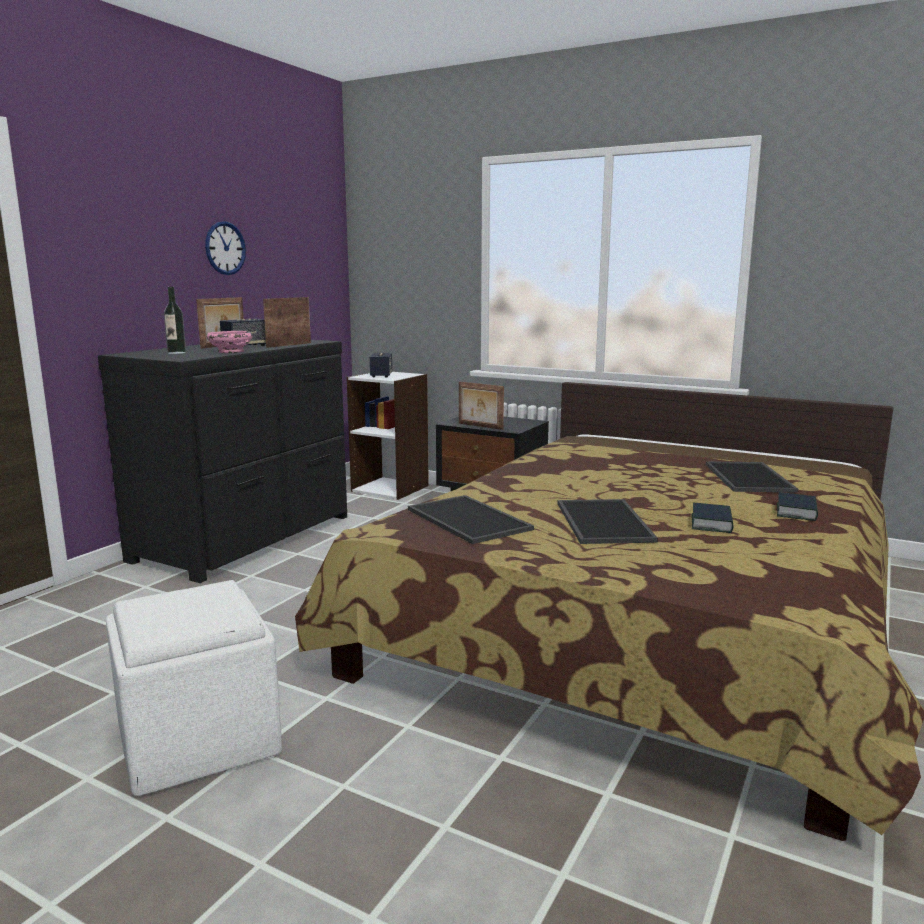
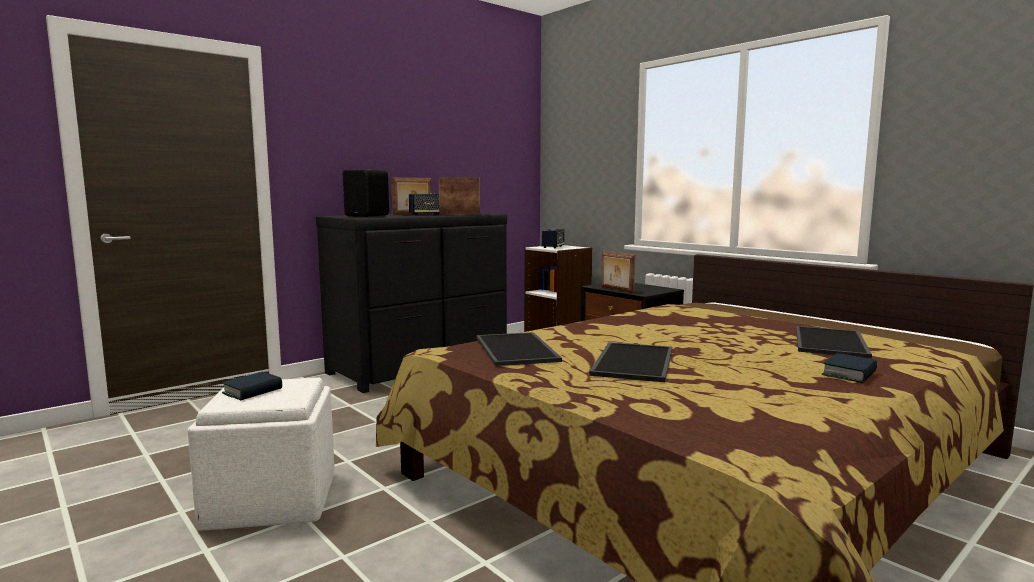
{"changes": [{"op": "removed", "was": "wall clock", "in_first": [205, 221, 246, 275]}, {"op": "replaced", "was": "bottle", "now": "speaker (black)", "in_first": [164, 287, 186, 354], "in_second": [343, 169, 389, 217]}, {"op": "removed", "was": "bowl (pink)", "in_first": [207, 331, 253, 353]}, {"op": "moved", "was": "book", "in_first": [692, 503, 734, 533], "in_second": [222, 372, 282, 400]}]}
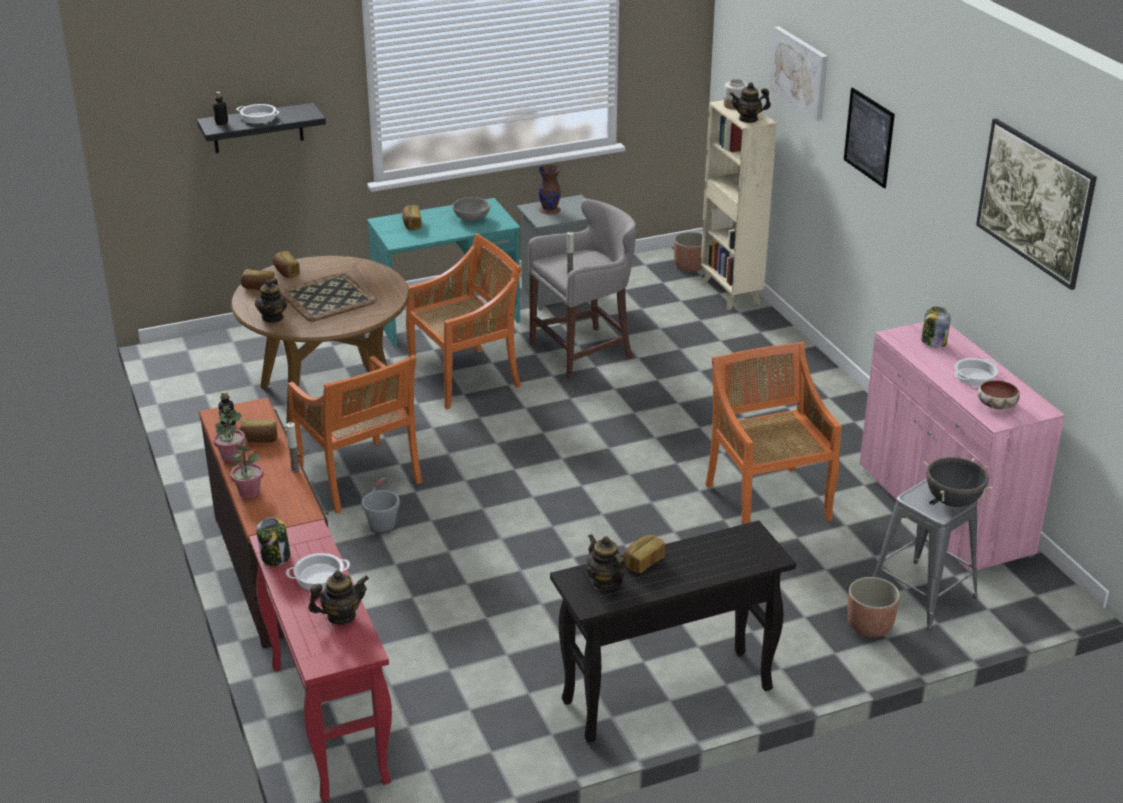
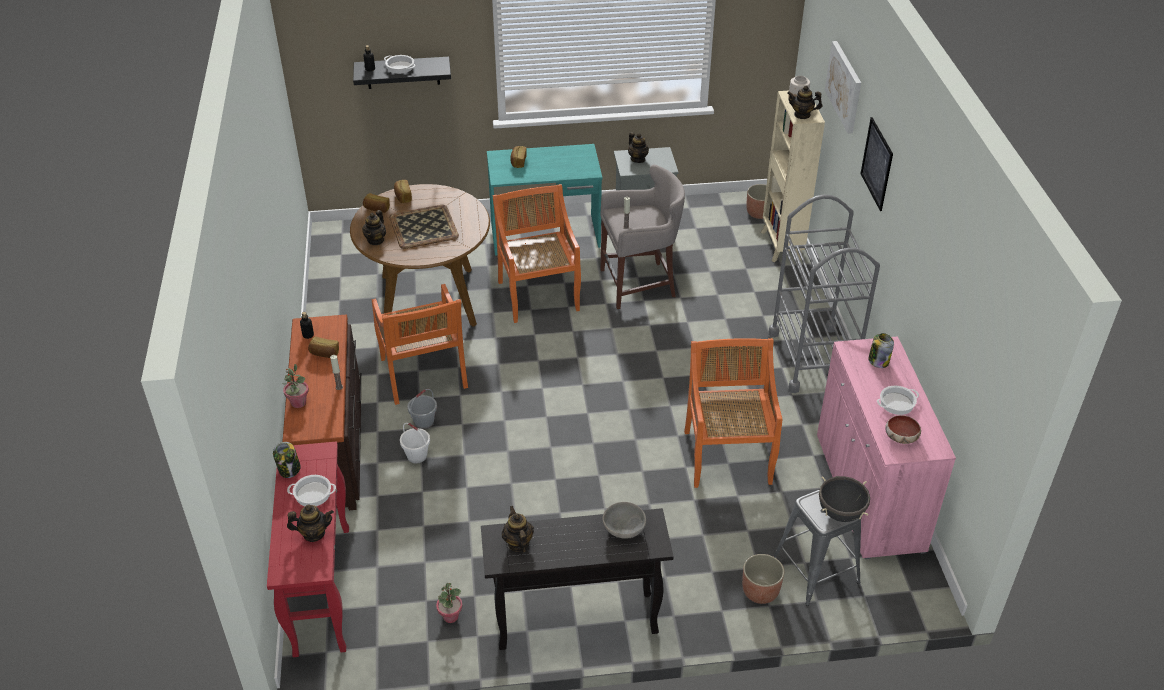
{"changes": [{"op": "removed", "was": "picture", "in_first": [976, 118, 1097, 290]}, {"op": "replaced", "was": "vase (brown)", "now": "teapot", "in_first": [539, 165, 561, 215], "in_second": [628, 132, 649, 163]}, {"op": "moved", "was": "bowl (grey)", "in_first": [452, 197, 490, 221], "in_second": [602, 502, 646, 539]}, {"op": "turned", "was": "chair (orange)", "in_first": [406, 233, 522, 410], "in_second": [493, 184, 581, 323], "clockwise": -90}, {"op": "moved", "was": "potted plant", "in_first": [213, 405, 245, 463], "in_second": [436, 582, 463, 623]}, {"op": "removed", "was": "bread", "in_first": [623, 534, 665, 573]}, {"op": "added", "now": "cart (grey)", "in_second": [768, 194, 880, 393]}, {"op": "added", "now": "bucket (white)", "in_second": [400, 423, 430, 463]}]}
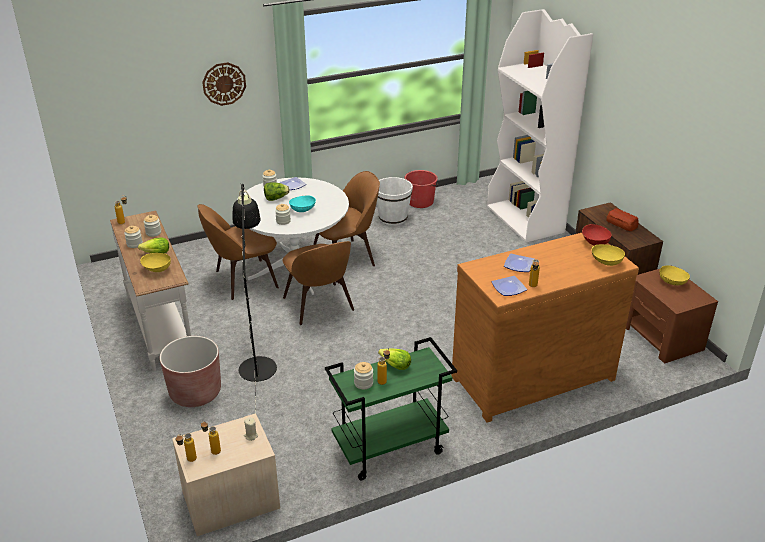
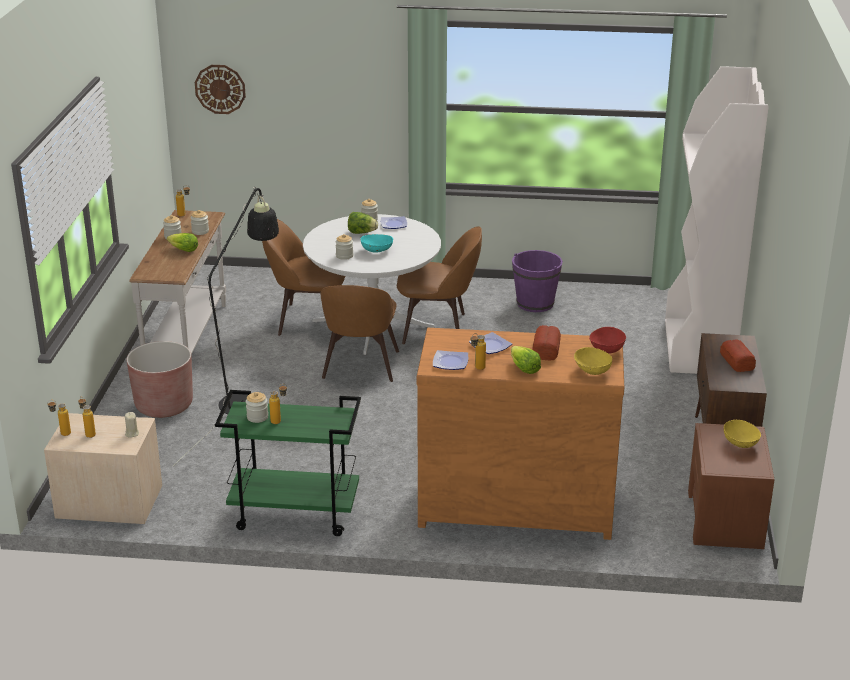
{"changes": [{"op": "moved", "was": "wall clock", "in_first": [202, 62, 246, 106], "in_second": [195, 65, 246, 114]}, {"op": "removed", "was": "bucket (red)", "in_first": [405, 170, 438, 208]}, {"op": "recoloured", "was": "bucket (white)", "now": "bucket (purple)", "in_first": [377, 177, 413, 225], "in_second": [512, 250, 563, 312]}, {"op": "removed", "was": "bowl (yellow)", "in_first": [140, 253, 171, 272]}, {"op": "moved", "was": "lettuce", "in_first": [378, 349, 411, 370], "in_second": [511, 346, 541, 374]}, {"op": "added", "now": "bread", "in_second": [532, 325, 561, 361]}]}
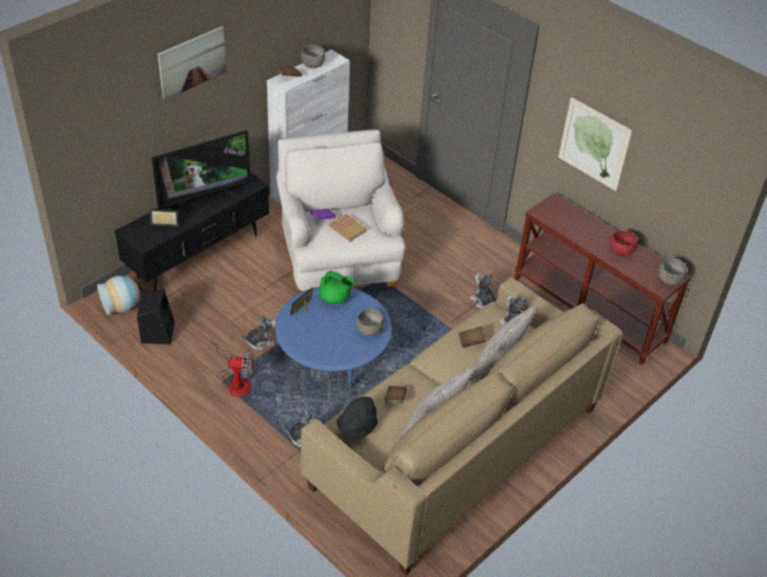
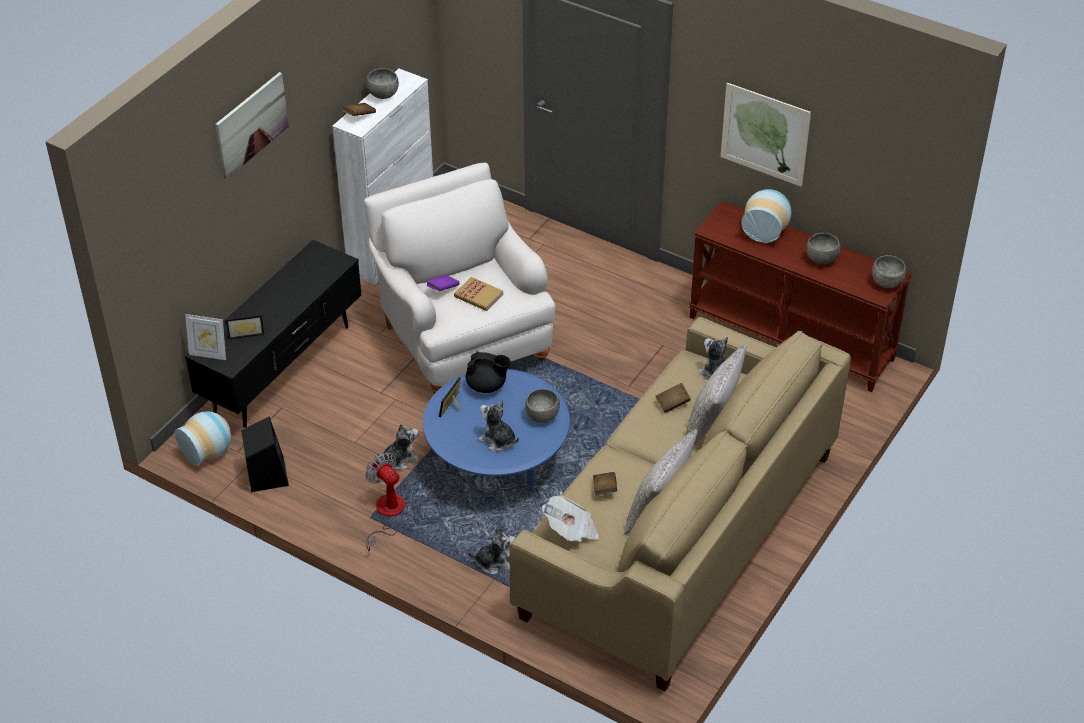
{"changes": [{"op": "removed", "was": "television", "in_first": [151, 130, 251, 216]}, {"op": "recoloured", "was": "bowl (red)", "now": "bowl (grey)", "in_first": [610, 231, 638, 256], "in_second": [806, 233, 841, 265]}, {"op": "recoloured", "was": "teapot (green)", "now": "teapot (black)", "in_first": [319, 271, 354, 304], "in_second": [466, 352, 510, 393]}, {"op": "moved", "was": "plush toy", "in_first": [470, 273, 496, 309], "in_second": [478, 400, 519, 452]}, {"op": "turned", "was": "fan", "in_first": [211, 337, 254, 397], "in_second": [365, 452, 405, 551], "clockwise": -120}, {"op": "replaced", "was": "hat (black)", "now": "newspaper", "in_first": [337, 396, 378, 438], "in_second": [542, 495, 599, 542]}, {"op": "added", "now": "vase", "in_second": [741, 189, 791, 243]}, {"op": "added", "now": "picture frame", "in_second": [185, 314, 226, 360]}]}
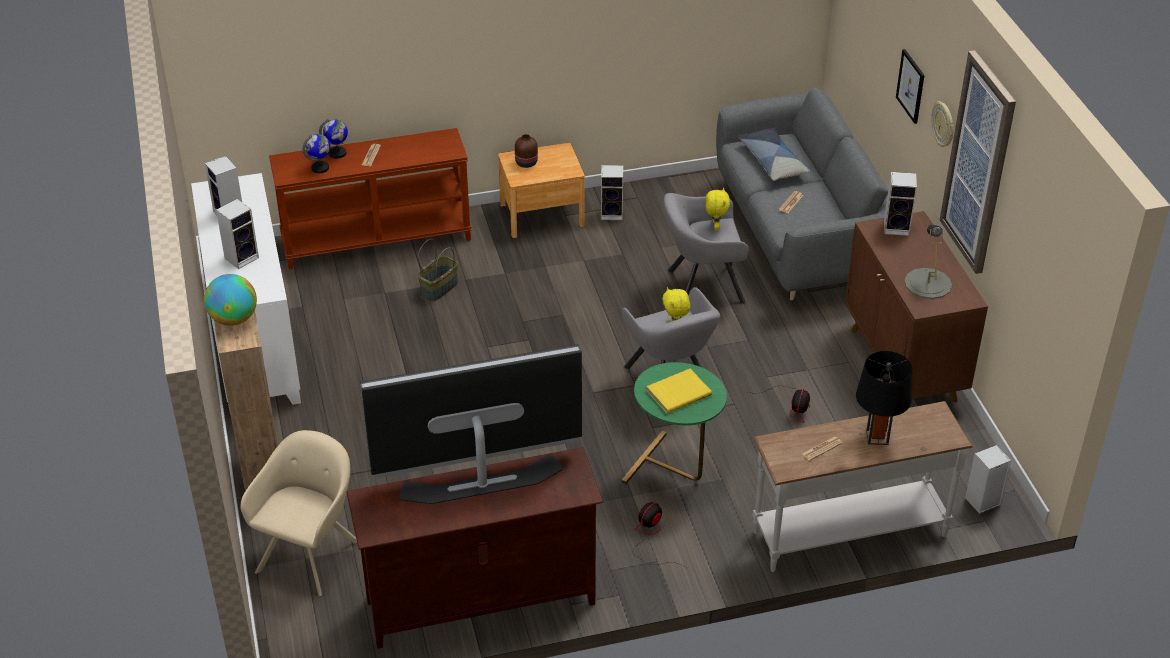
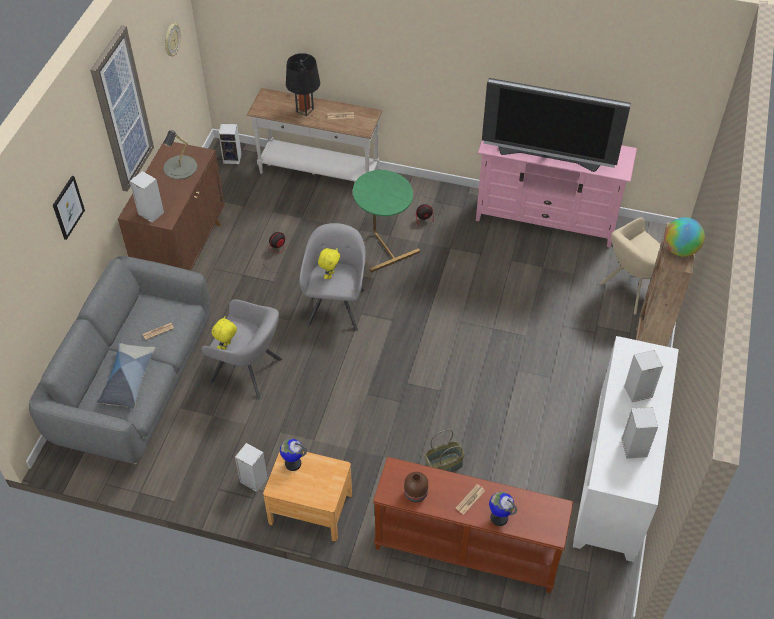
{"changes": [{"op": "moved", "was": "wall clock", "in_first": [931, 101, 954, 147], "in_second": [165, 23, 181, 57]}, {"op": "moved", "was": "globe", "in_first": [302, 134, 330, 173], "in_second": [280, 439, 307, 471]}, {"op": "moved", "was": "vase (brown)", "in_first": [515, 134, 538, 168], "in_second": [404, 472, 428, 502]}, {"op": "removed", "was": "book (yellow)", "in_first": [647, 369, 712, 414]}, {"op": "recoloured", "was": "tv stand (brown)", "now": "tv stand (pink)", "in_first": [346, 447, 603, 649], "in_second": [476, 140, 637, 247]}]}
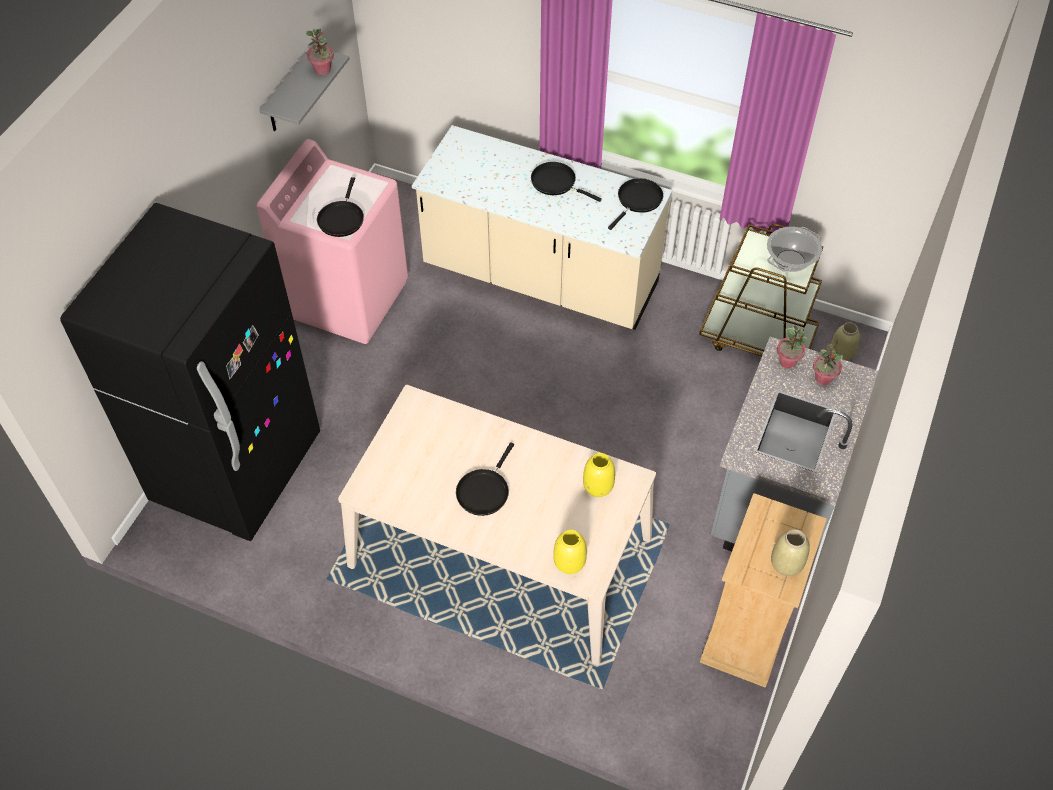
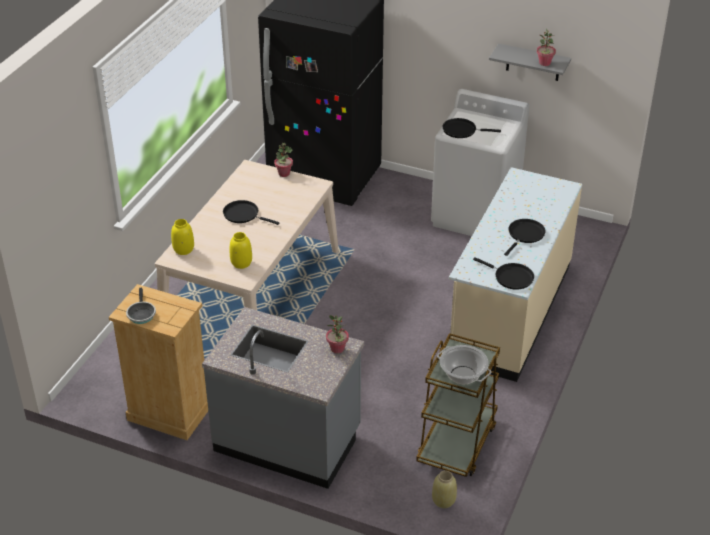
{"changes": [{"op": "recoloured", "was": "washing machine (pink)", "now": "washing machine (white)", "in_first": [257, 139, 408, 344], "in_second": [431, 89, 529, 236]}, {"op": "moved", "was": "potted plant", "in_first": [813, 340, 843, 385], "in_second": [274, 143, 293, 177]}, {"op": "replaced", "was": "vase (beige)", "now": "frying pan", "in_first": [771, 529, 810, 576], "in_second": [126, 288, 156, 324]}]}
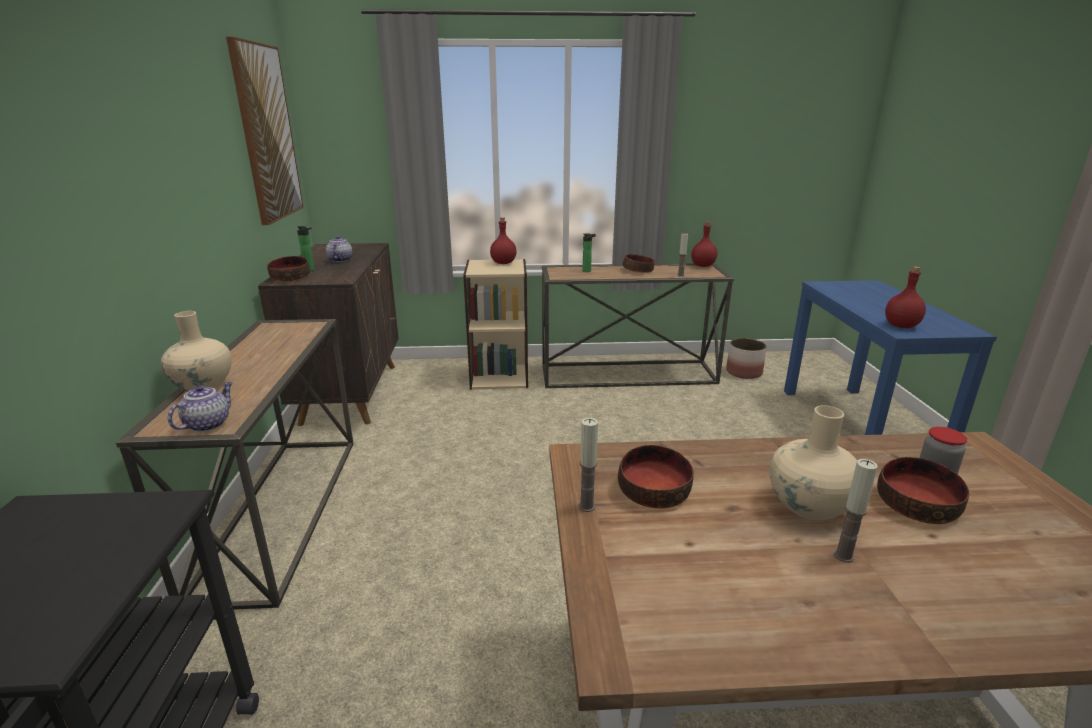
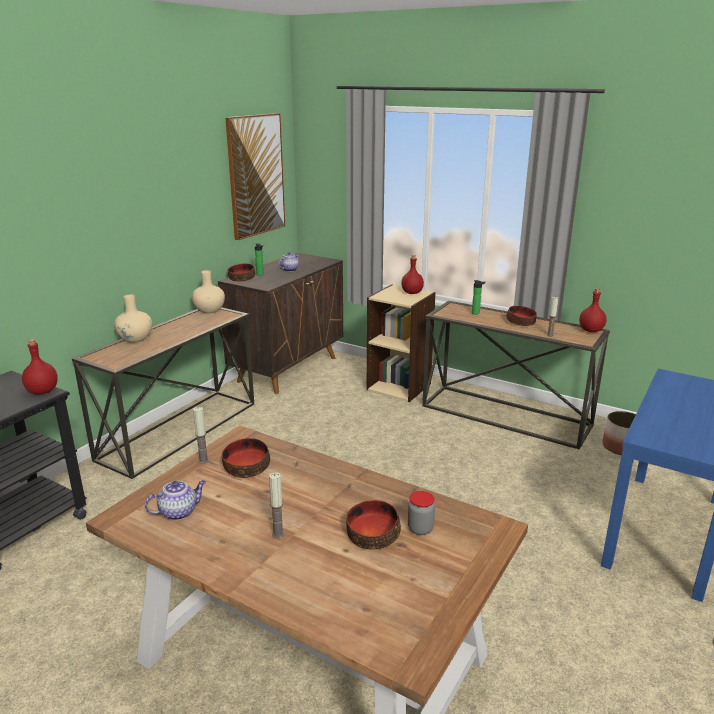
{"changes": [{"op": "moved", "was": "bottle (red)", "in_first": [885, 266, 926, 328], "in_second": [22, 339, 58, 395]}, {"op": "moved", "was": "teapot", "in_first": [168, 382, 232, 432], "in_second": [145, 480, 206, 520]}, {"op": "moved", "was": "vase (beige)", "in_first": [769, 405, 857, 520], "in_second": [192, 270, 225, 313]}]}
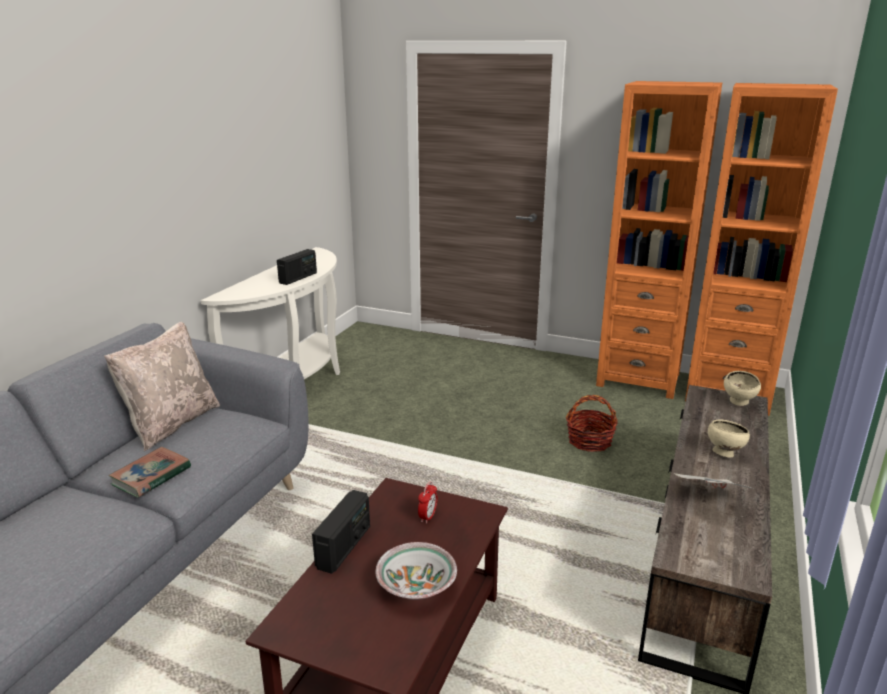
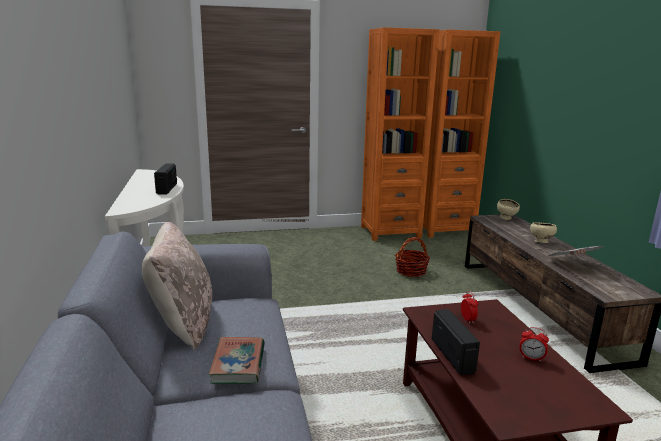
{"changes": [{"op": "replaced", "was": "bowl", "now": "alarm clock", "in_first": [375, 542, 457, 600], "in_second": [520, 327, 549, 362]}]}
